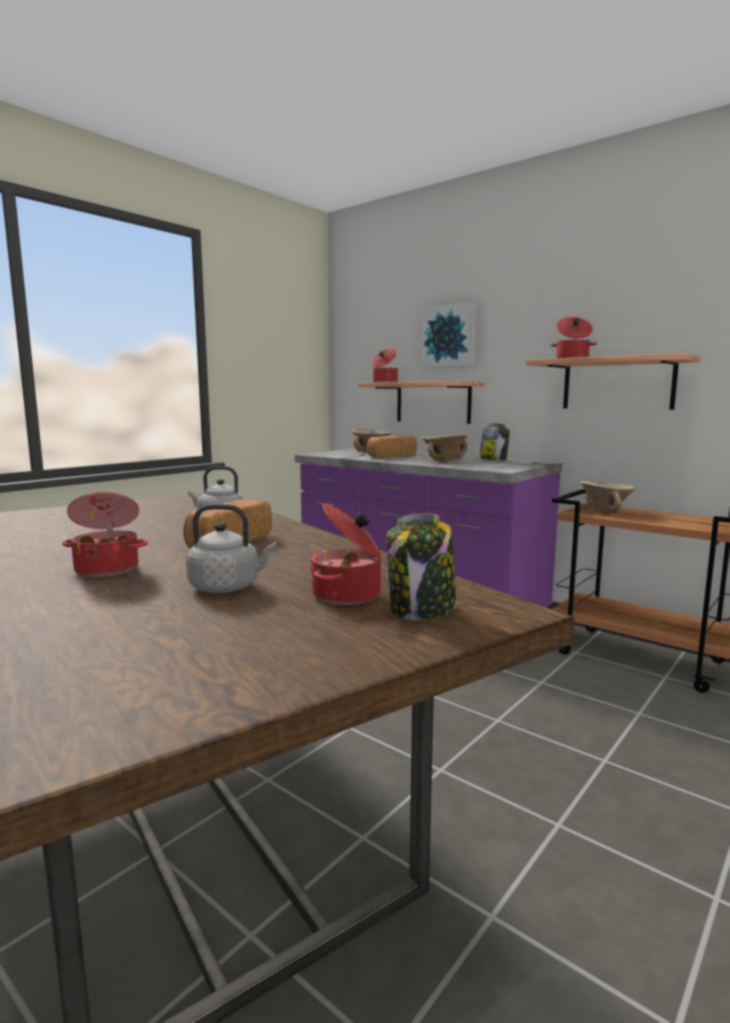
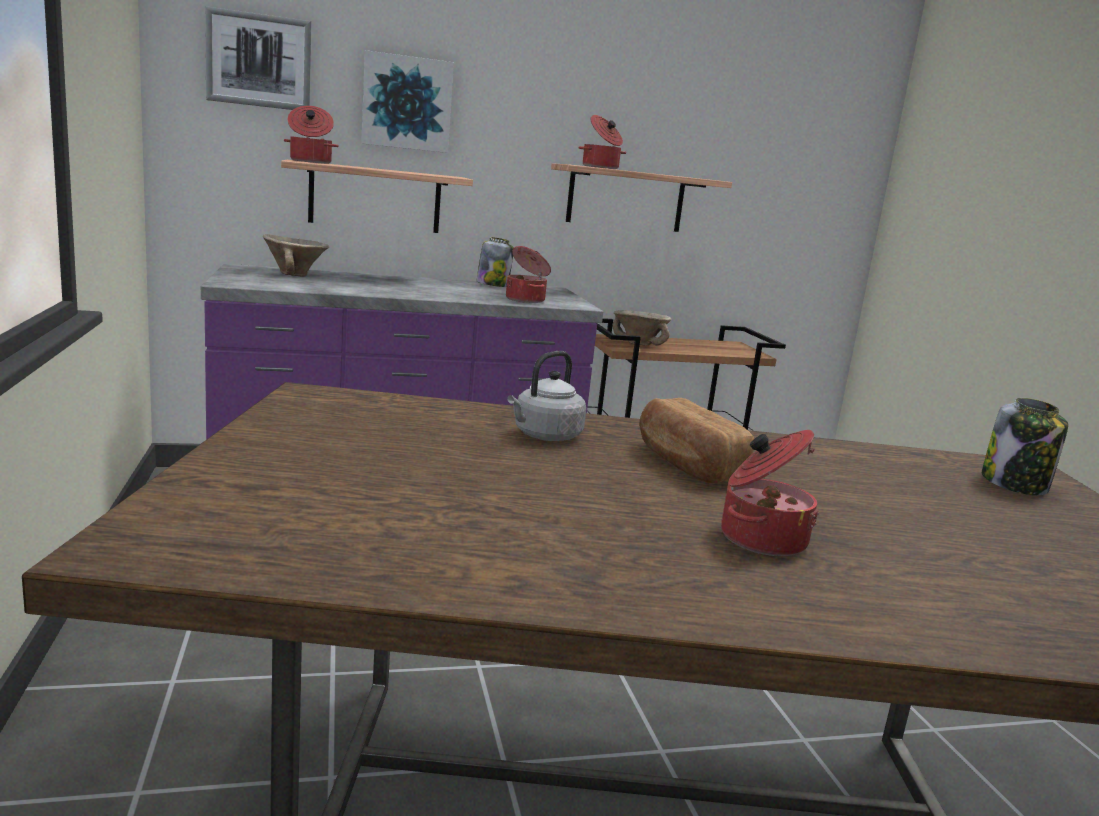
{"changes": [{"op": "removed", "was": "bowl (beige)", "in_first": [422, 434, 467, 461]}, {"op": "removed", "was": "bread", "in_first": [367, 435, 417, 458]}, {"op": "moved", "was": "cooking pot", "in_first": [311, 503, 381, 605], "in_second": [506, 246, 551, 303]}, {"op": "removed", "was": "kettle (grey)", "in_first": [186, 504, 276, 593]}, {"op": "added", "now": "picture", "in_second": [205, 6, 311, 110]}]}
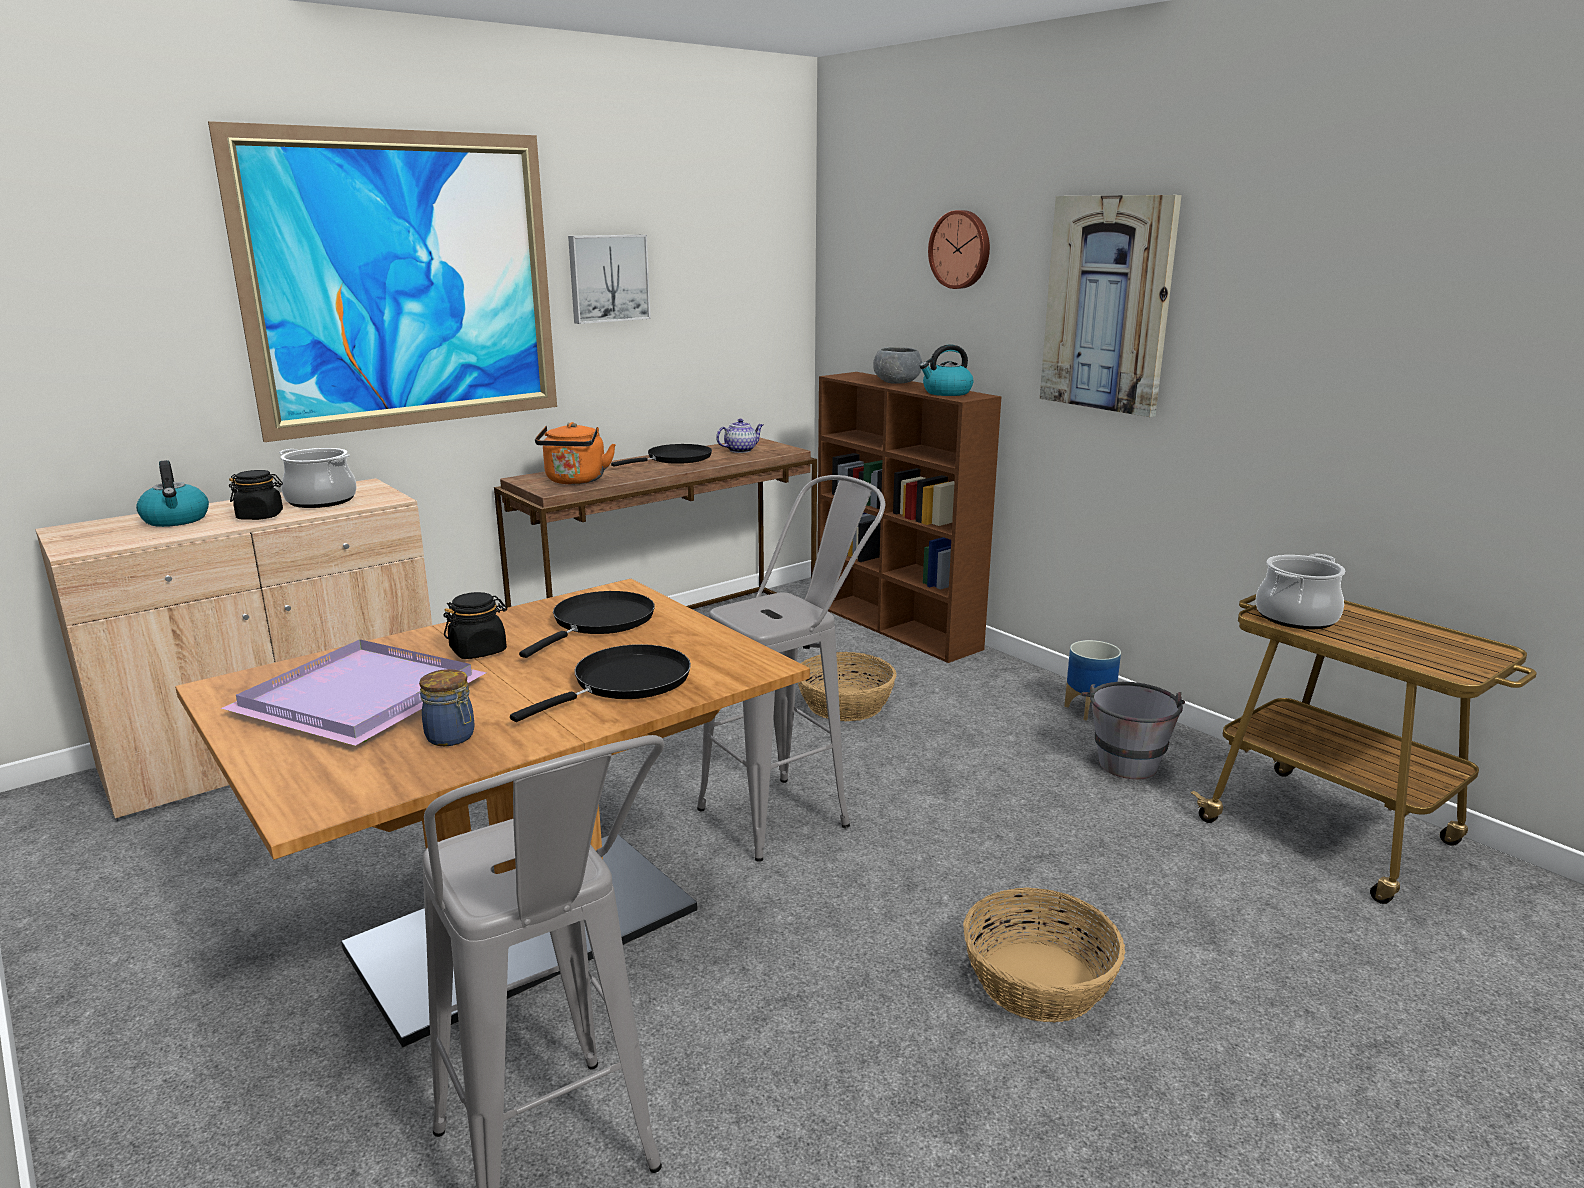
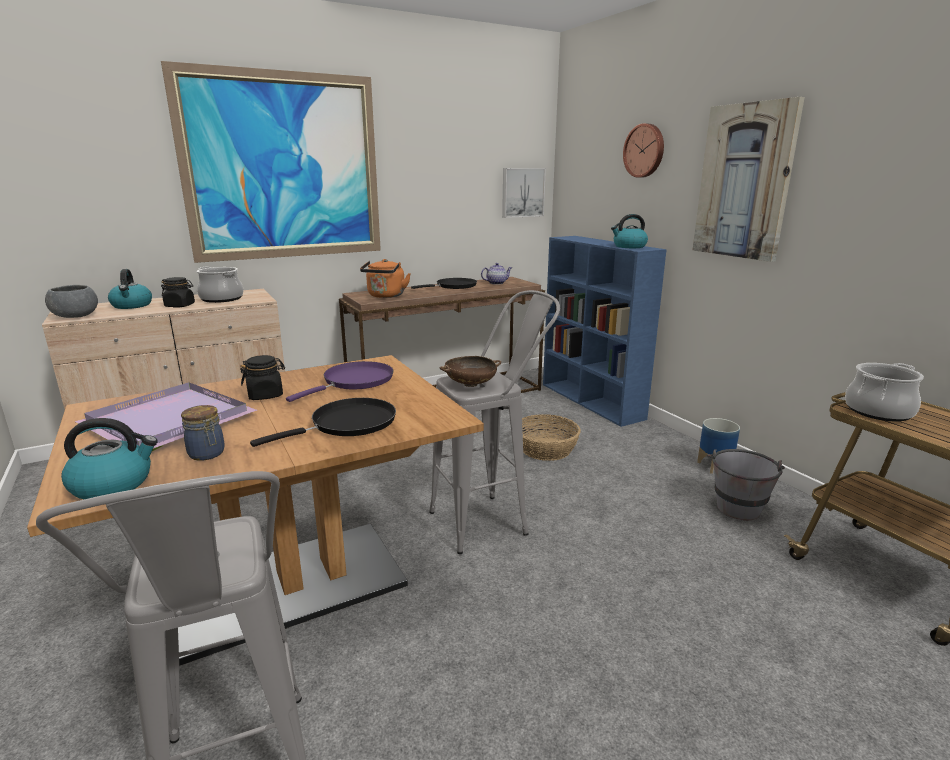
{"changes": [{"op": "moved", "was": "picture", "in_first": [568, 235, 651, 324], "in_second": [502, 168, 546, 218]}, {"op": "moved", "was": "bowl (grey)", "in_first": [873, 347, 922, 384], "in_second": [45, 285, 98, 318]}, {"op": "recoloured", "was": "bookcase (brown)", "now": "bookcase (blue)", "in_first": [817, 372, 1001, 663], "in_second": [543, 236, 667, 427]}, {"op": "recoloured", "was": "frying pan (black)", "now": "frying pan (purple)", "in_first": [519, 591, 655, 658], "in_second": [286, 361, 393, 402]}, {"op": "removed", "was": "basket", "in_first": [963, 887, 1125, 1022]}, {"op": "added", "now": "bowl (brown)", "in_second": [440, 356, 501, 387]}, {"op": "added", "now": "kettle", "in_second": [61, 418, 158, 499]}]}
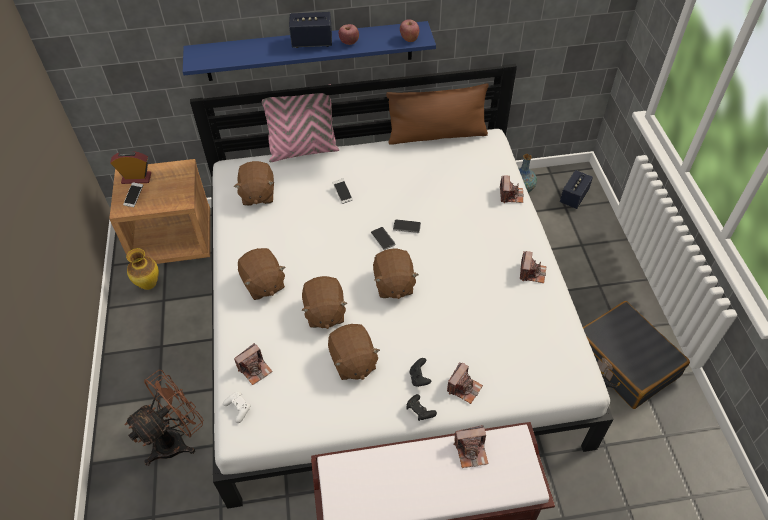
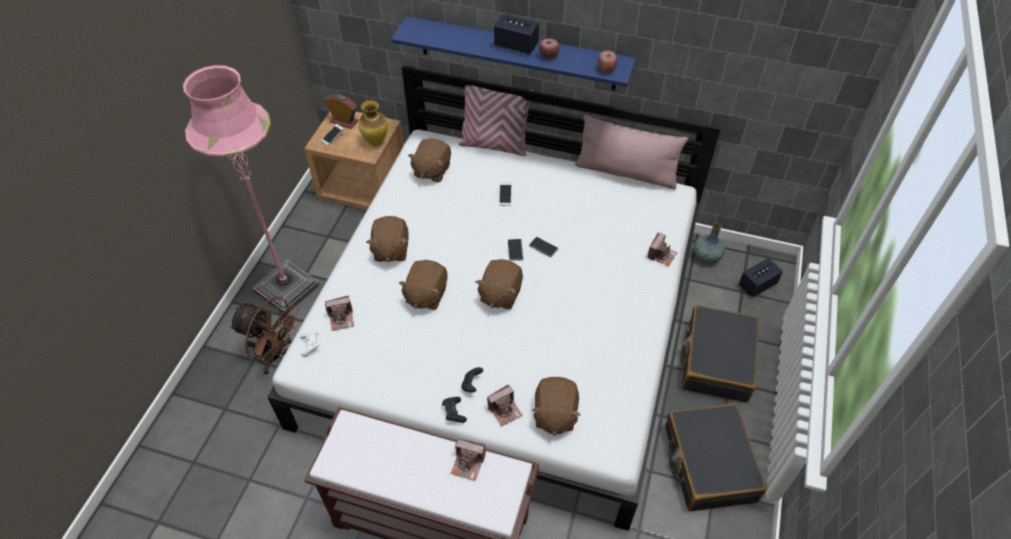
{"changes": [{"op": "recoloured", "was": "pillow (brown)", "now": "pillow (pink)", "in_first": [386, 84, 489, 145], "in_second": [575, 115, 688, 190]}, {"op": "moved", "was": "vase", "in_first": [126, 248, 159, 290], "in_second": [358, 100, 388, 146]}, {"op": "removed", "was": "photo camera", "in_first": [520, 251, 546, 283]}, {"op": "moved", "was": "plush toy (brown)", "in_first": [328, 324, 380, 380], "in_second": [531, 377, 581, 436]}, {"op": "turned", "was": "fan (brown)", "in_first": [125, 370, 204, 466], "in_second": [230, 297, 300, 374], "clockwise": 45}, {"op": "added", "now": "floor lamp (pink)", "in_second": [183, 65, 320, 314]}, {"op": "added", "now": "suitcase (black)", "in_second": [680, 305, 759, 403]}]}
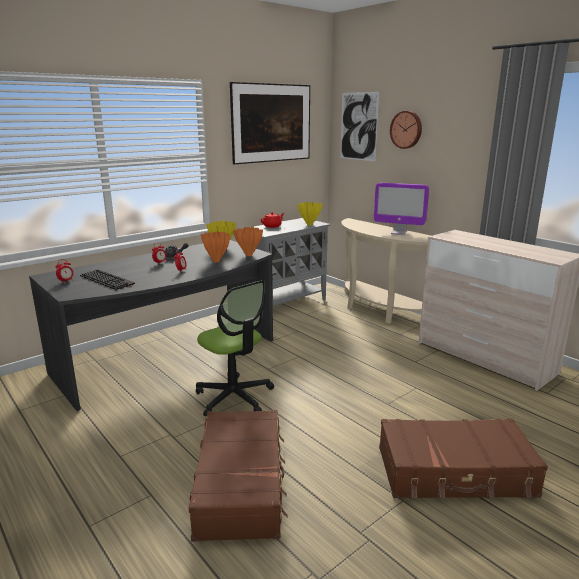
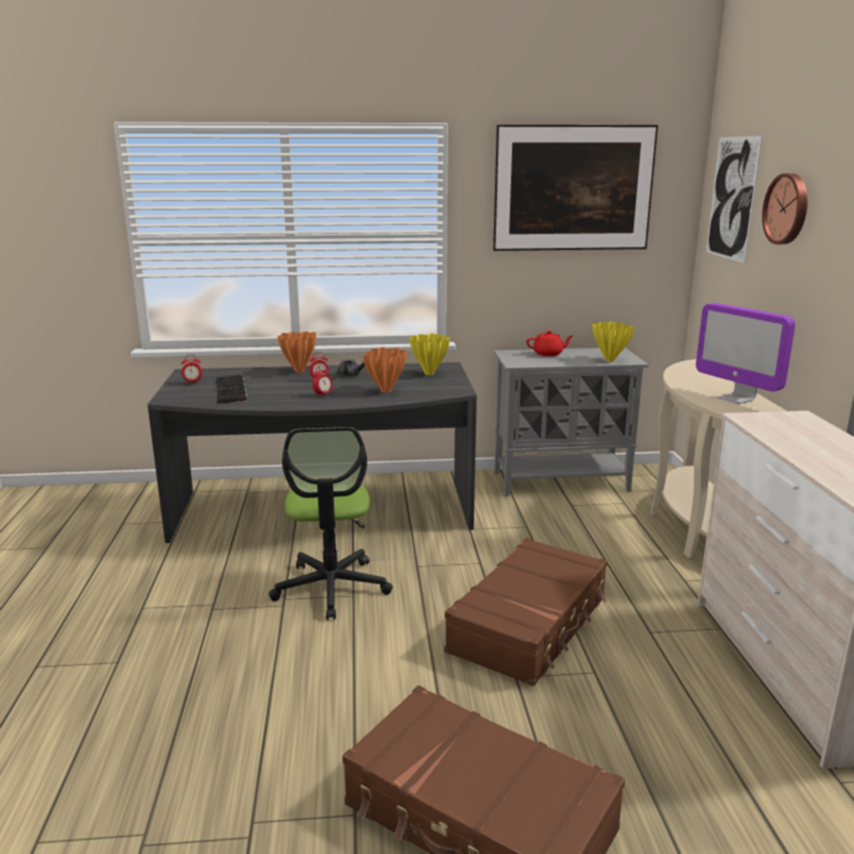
{"changes": [{"op": "moved", "was": "vase (orange)", "in_first": [233, 227, 263, 256], "in_second": [277, 332, 316, 372]}, {"op": "moved", "was": "suitcase (brown)", "in_first": [189, 410, 288, 542], "in_second": [444, 538, 607, 686]}]}
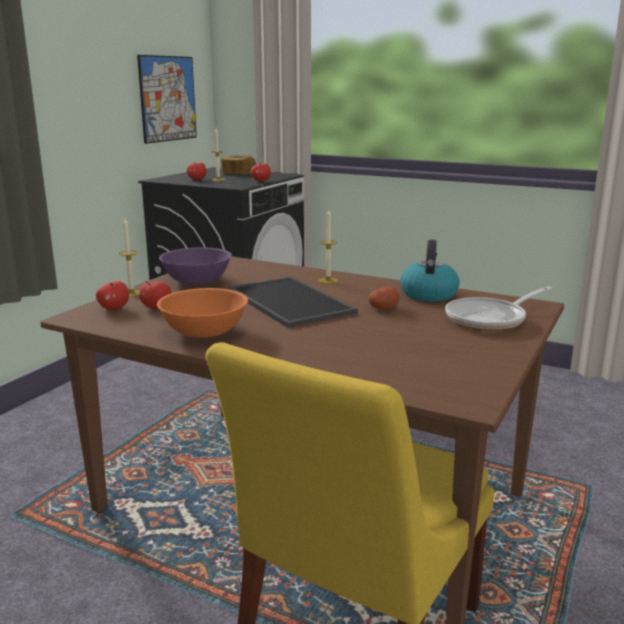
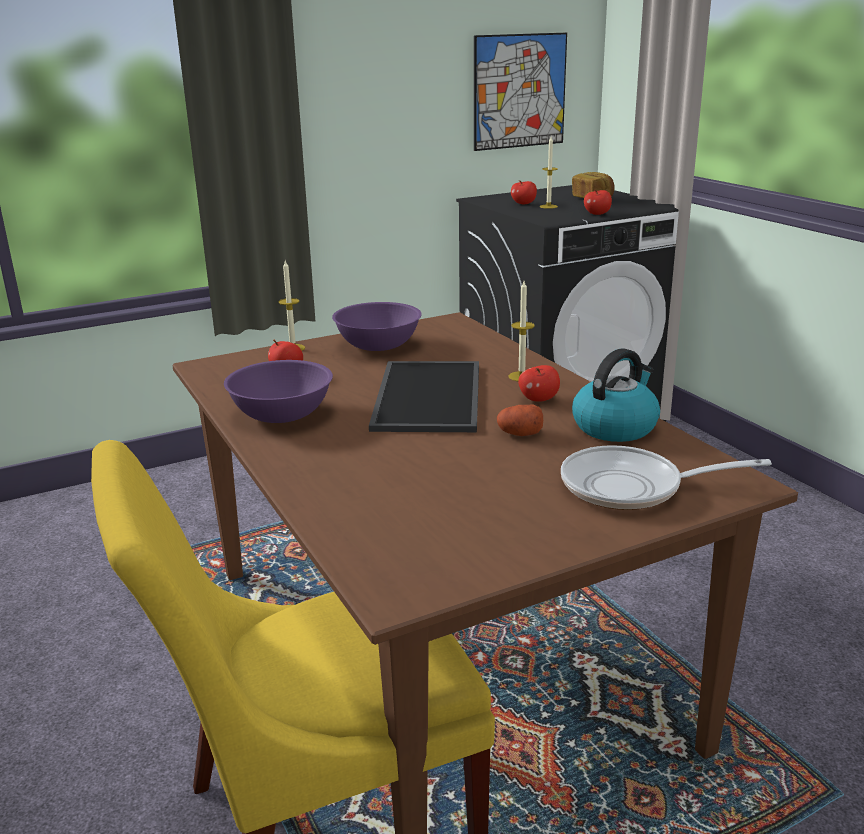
{"changes": [{"op": "moved", "was": "apple", "in_first": [96, 281, 129, 310], "in_second": [518, 365, 560, 402]}, {"op": "recoloured", "was": "bowl (orange)", "now": "bowl (purple)", "in_first": [157, 288, 248, 338], "in_second": [224, 360, 333, 423]}]}
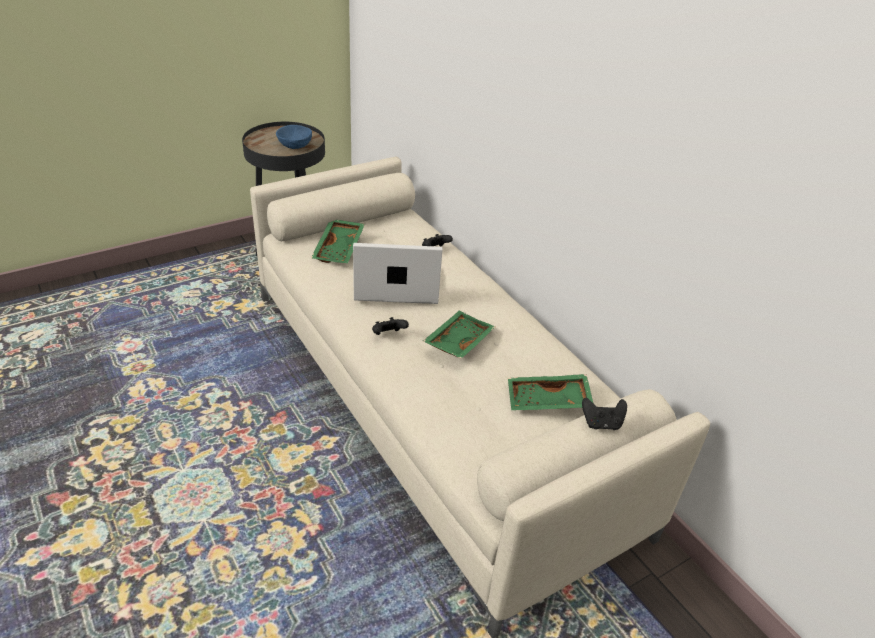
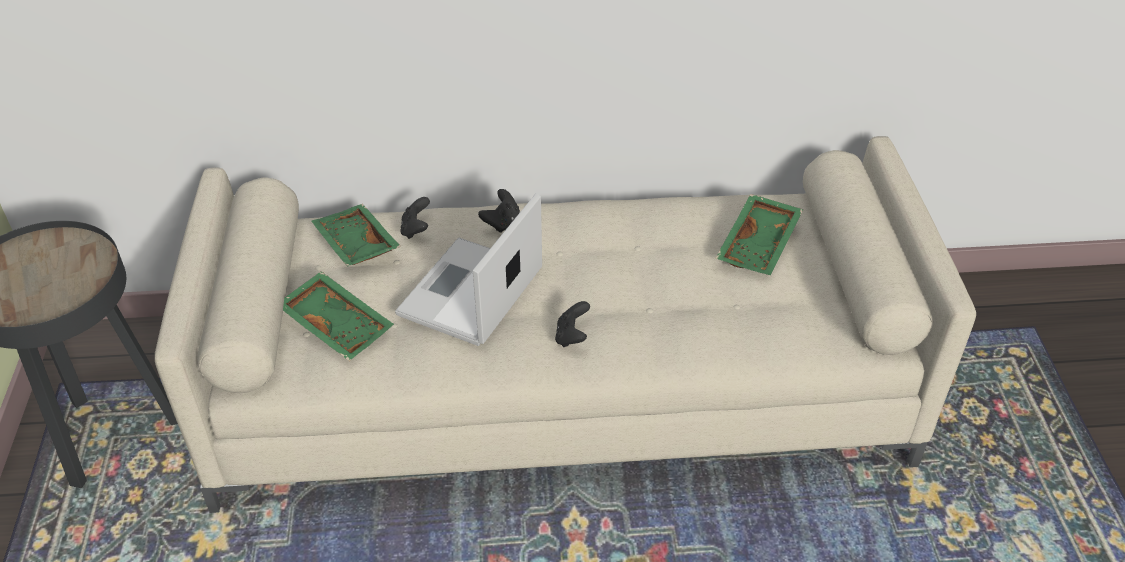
{"changes": [{"op": "removed", "was": "bowl (blue)", "in_first": [276, 125, 312, 149]}, {"op": "moved", "was": "tray (green)", "in_first": [423, 311, 495, 359], "in_second": [311, 204, 401, 267]}, {"op": "moved", "was": "game controller (black)", "in_first": [582, 397, 627, 430], "in_second": [478, 189, 520, 233]}]}
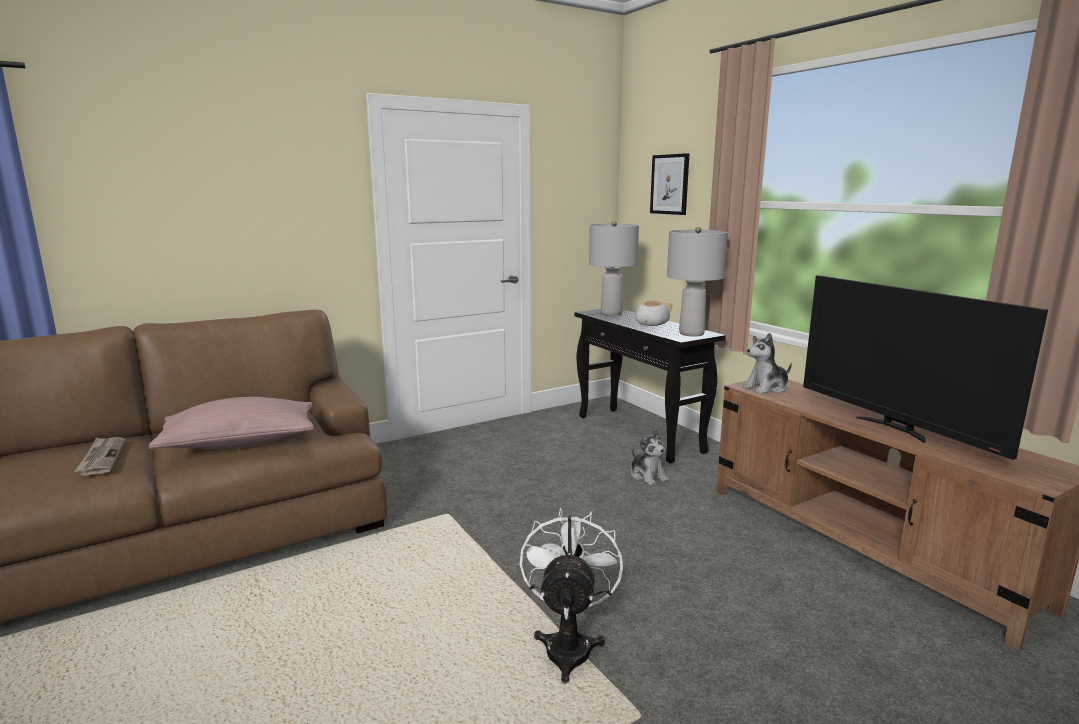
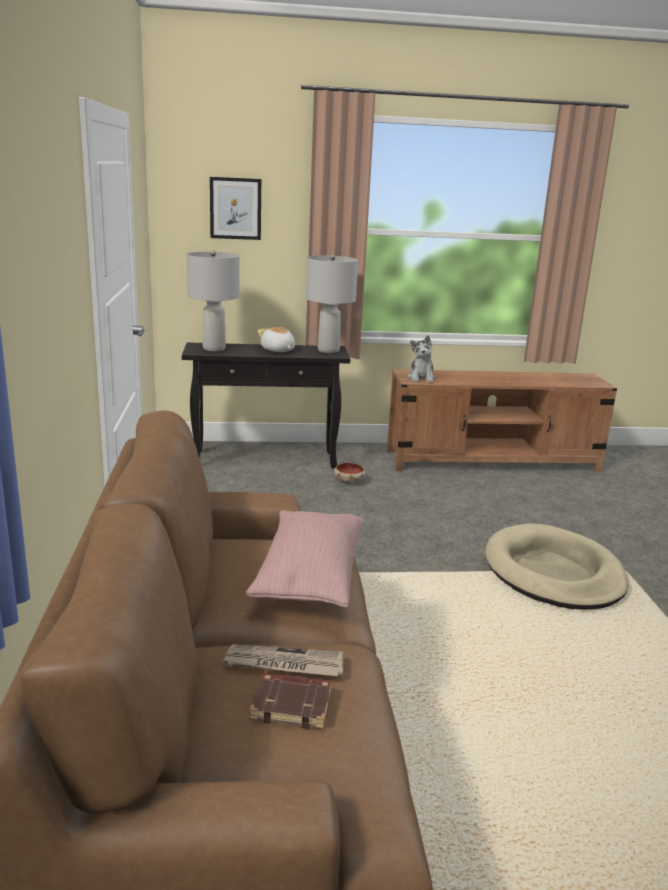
{"changes": [{"op": "removed", "was": "television", "in_first": [803, 275, 1048, 460]}, {"op": "replaced", "was": "plush toy", "now": "bowl", "in_first": [631, 429, 668, 486], "in_second": [334, 463, 365, 484]}, {"op": "replaced", "was": "fan (white)", "now": "dog bed (beige)", "in_first": [520, 508, 623, 684], "in_second": [485, 523, 629, 610]}, {"op": "added", "now": "book (brown)", "in_second": [250, 673, 332, 729]}]}
